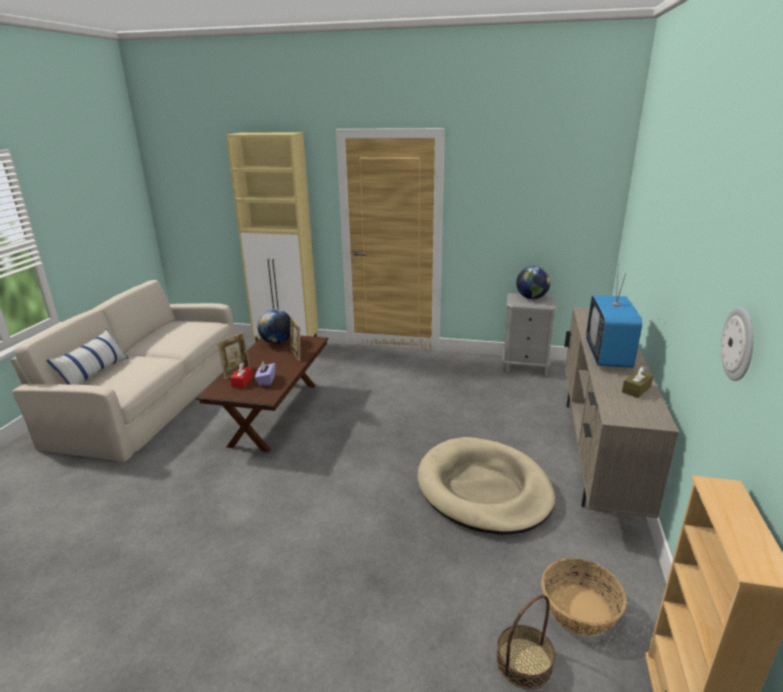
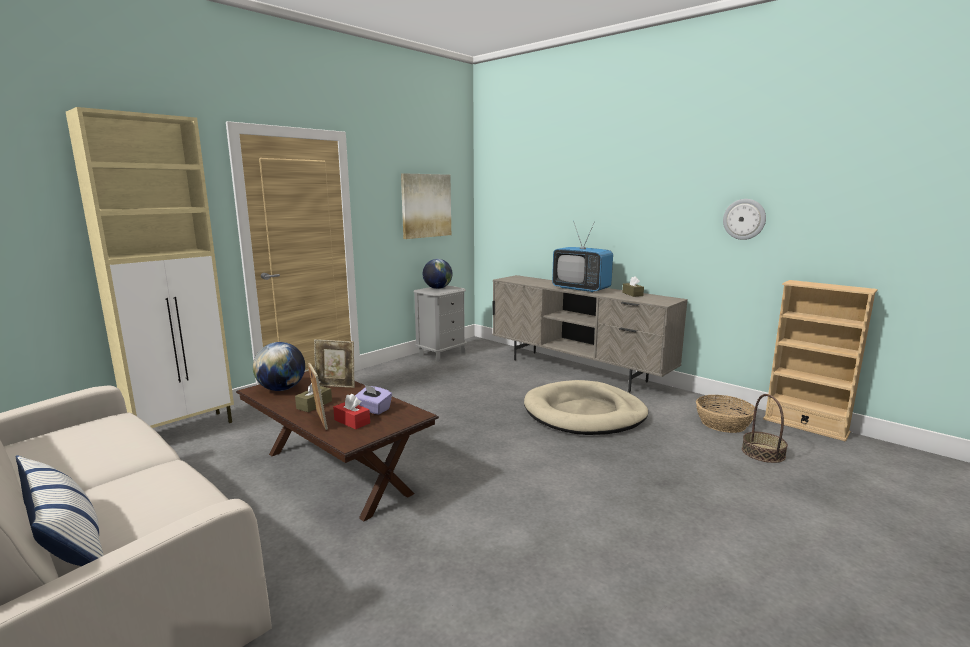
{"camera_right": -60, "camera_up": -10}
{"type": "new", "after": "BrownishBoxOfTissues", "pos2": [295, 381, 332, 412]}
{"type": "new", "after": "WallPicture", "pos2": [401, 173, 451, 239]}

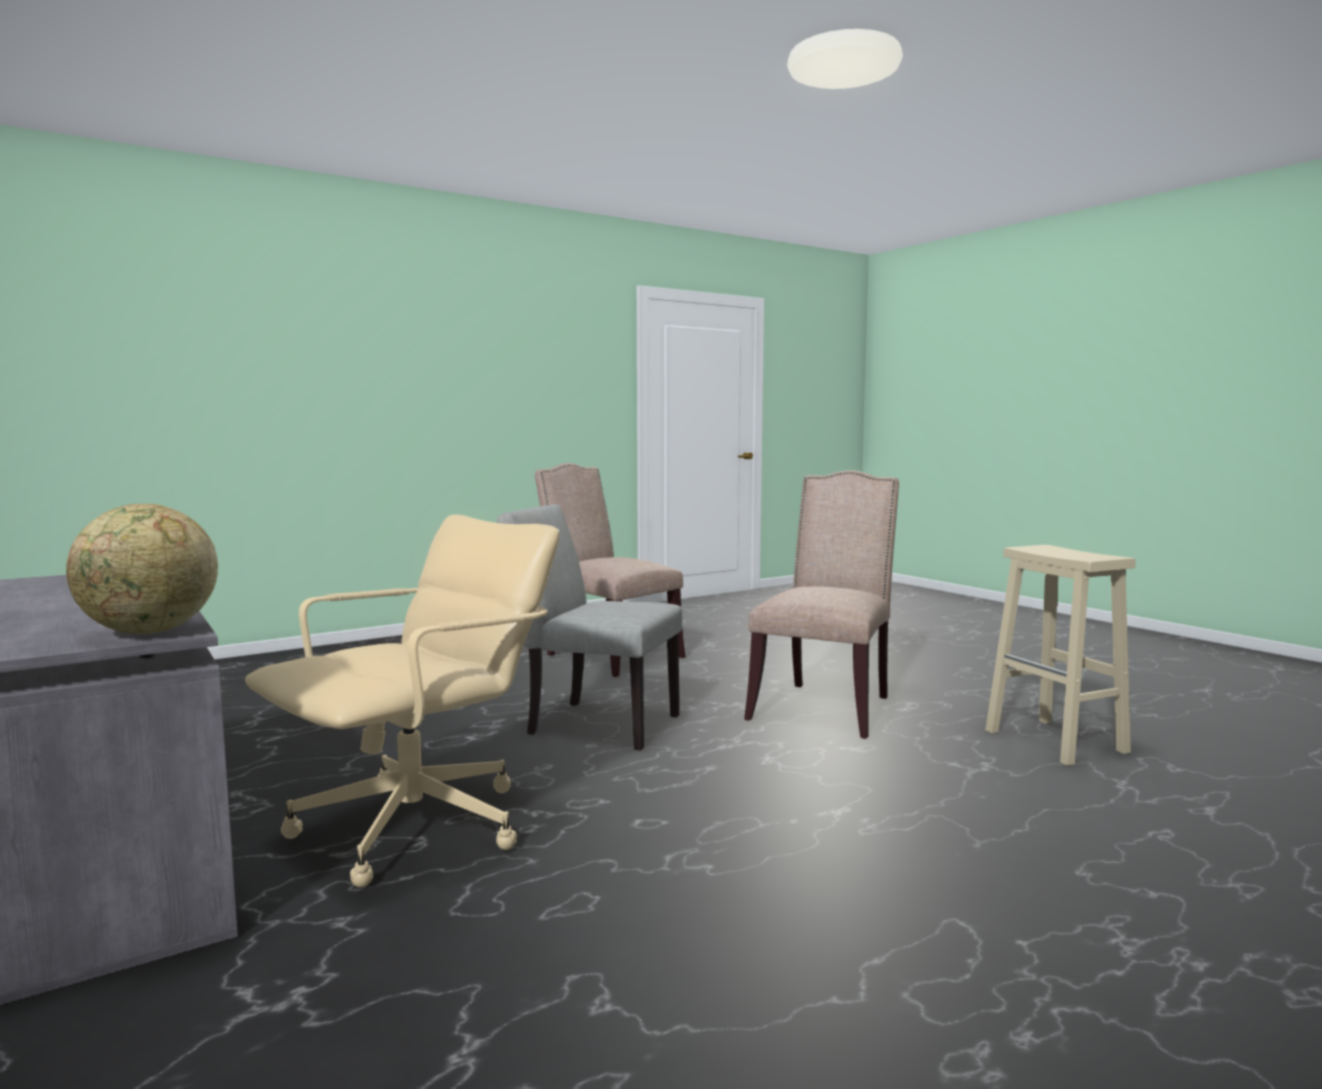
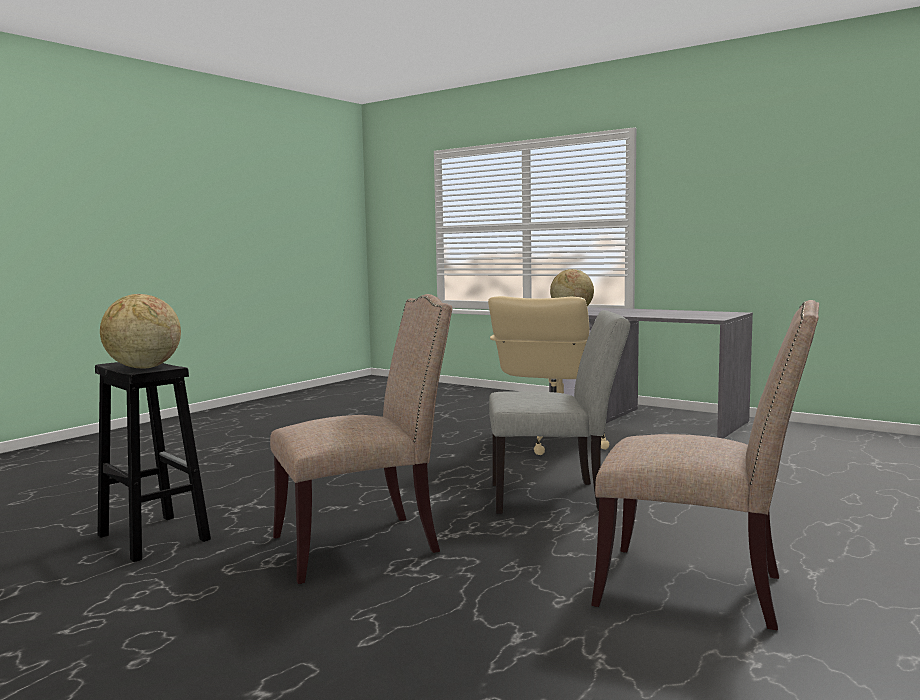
{"camera_right": 160, "camera_up": 0}
{"type": "repainted", "before": "BeigeStoolSeat", "after": "BlackColouredStoolSeat", "pos1": [985, 545, 1136, 766], "pos2": [95, 362, 211, 562]}
{"type": "new", "after": "WorldGlobe", "pos2": [100, 294, 181, 368]}
{"type": "rotated", "before": "BeigeChair", "pos1": [744, 470, 899, 739], "pos2": [270, 294, 452, 584], "turn": -120}

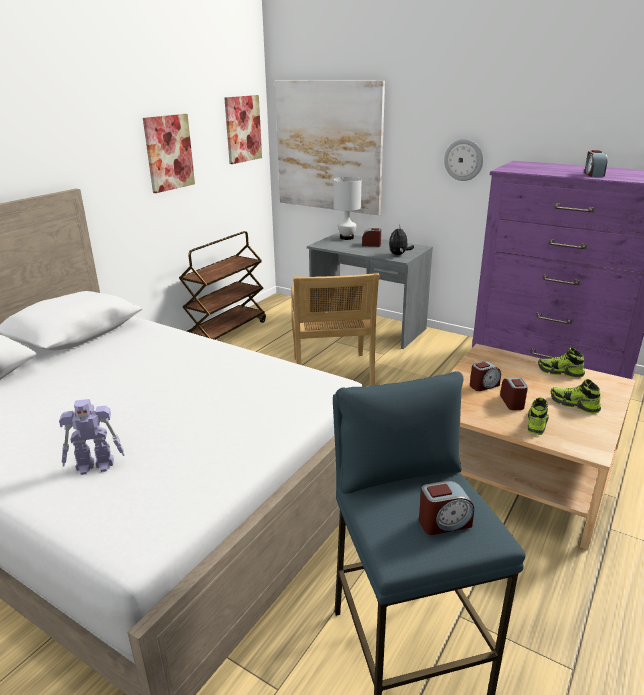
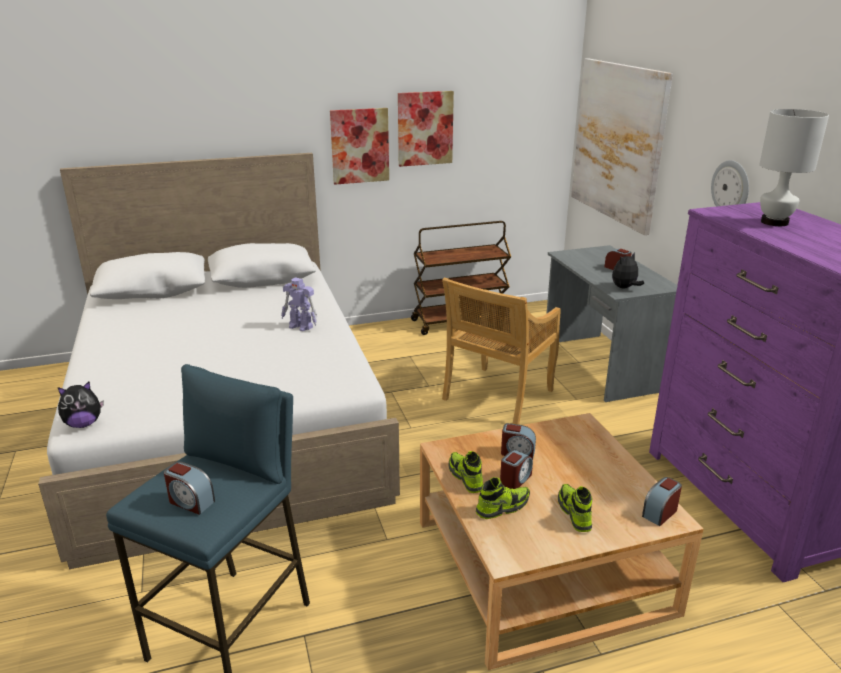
{"camera_right": 40, "camera_up": 0}
{"type": "new", "after": "PlushToy", "pos2": [58, 382, 104, 428]}
{"type": "shifted", "before": "RobotFigure", "pos1": [59, 399, 125, 475], "pos2": [281, 277, 317, 331]}
{"type": "shifted", "before": "WallPicture", "pos1": [224, 95, 262, 164], "pos2": [330, 108, 389, 185]}
{"type": "shifted", "before": "ItemOfFootwear", "pos1": [538, 348, 585, 378], "pos2": [448, 451, 483, 493]}
{"type": "shifted", "before": "TableClock", "pos1": [584, 150, 607, 177], "pos2": [642, 477, 682, 526]}
{"type": "shifted", "before": "WhiteTableLamp", "pos1": [333, 177, 362, 240], "pos2": [759, 109, 829, 226]}

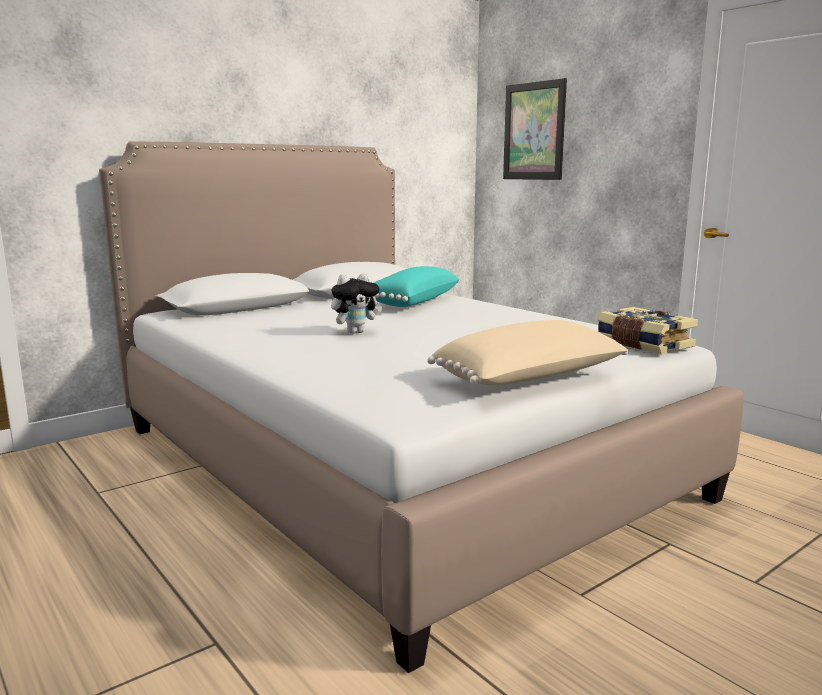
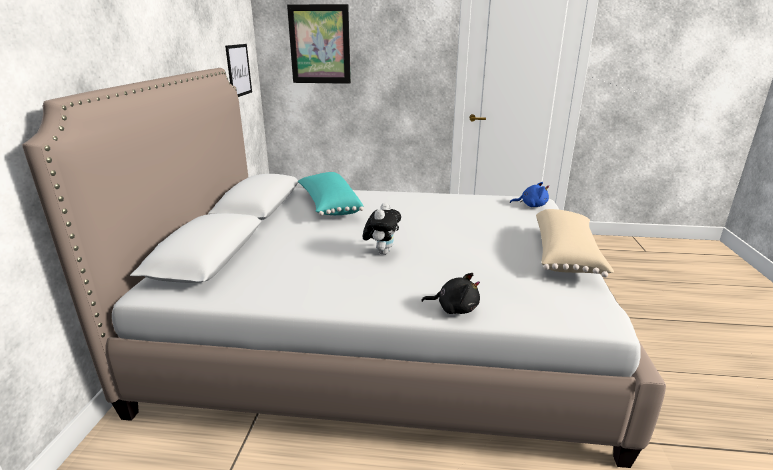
{"camera_right": -45, "camera_up": 10}
{"type": "new", "after": "WallPicture", "pos2": [225, 44, 252, 97]}
{"type": "new", "after": "BlackColouredPlushToy", "pos2": [421, 273, 480, 314]}
{"type": "swapped", "before": "BoundBook", "after": "BlueColouredPlushToy", "pos1": [597, 307, 698, 354], "pos2": [510, 182, 549, 207]}

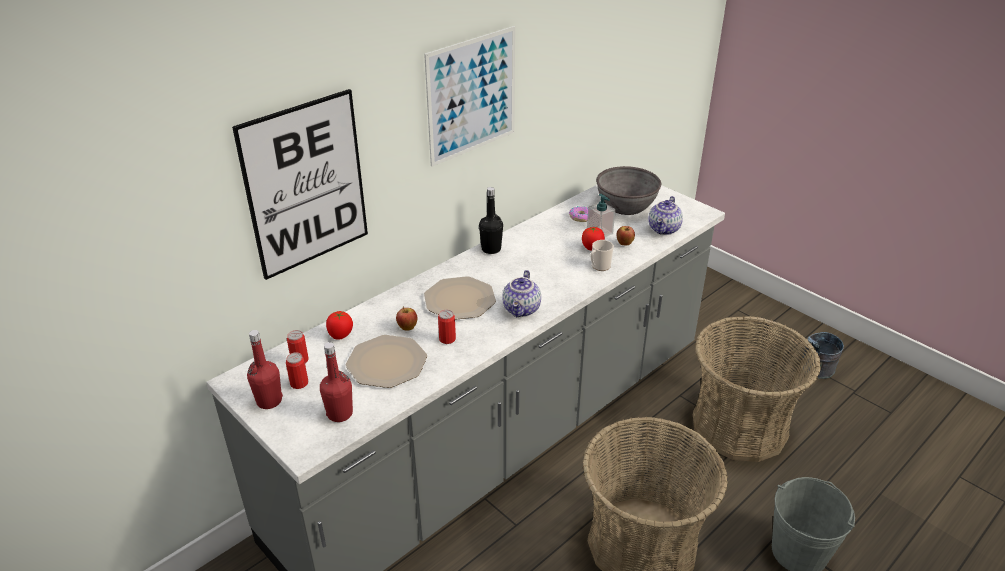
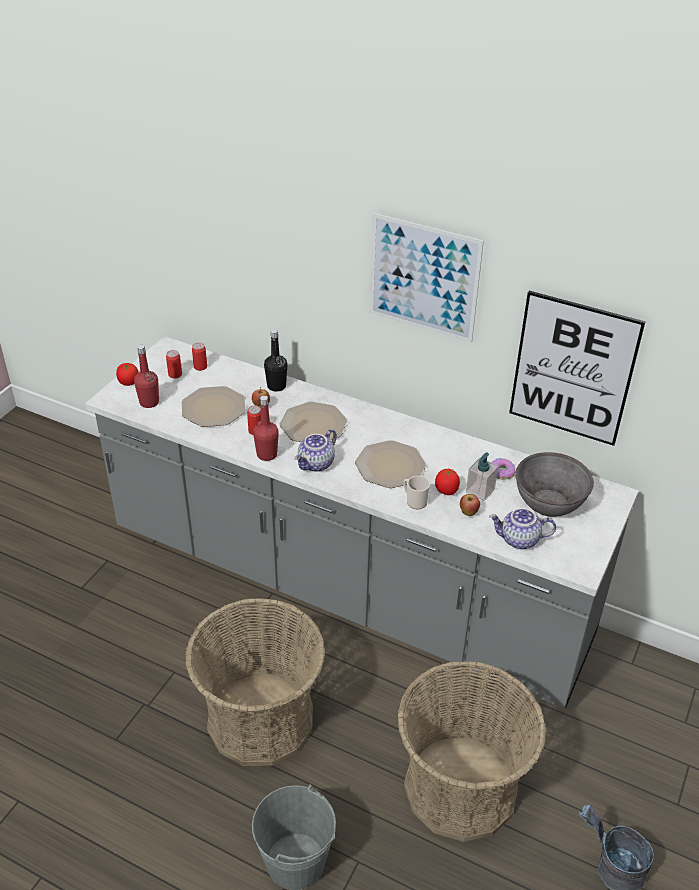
{"camera_right": 70, "camera_up": 5}
{"type": "shifted", "before": "WholeTomato", "pos1": [326, 311, 353, 340], "pos2": [116, 363, 139, 386]}
{"type": "shifted", "before": "ReddishBottle", "pos1": [247, 330, 283, 409], "pos2": [253, 396, 279, 461]}
{"type": "shifted", "before": "BlackColouredBottle", "pos1": [479, 187, 503, 254], "pos2": [264, 329, 287, 392]}
{"type": "rotated", "before": "Teapot", "pos1": [502, 270, 541, 317], "pos2": [295, 429, 337, 472], "turn": -45}
{"type": "new", "after": "Plate", "pos2": [355, 440, 426, 488]}
{"type": "shifted", "before": "WallPicture", "pos1": [232, 89, 368, 280], "pos2": [509, 291, 646, 446]}

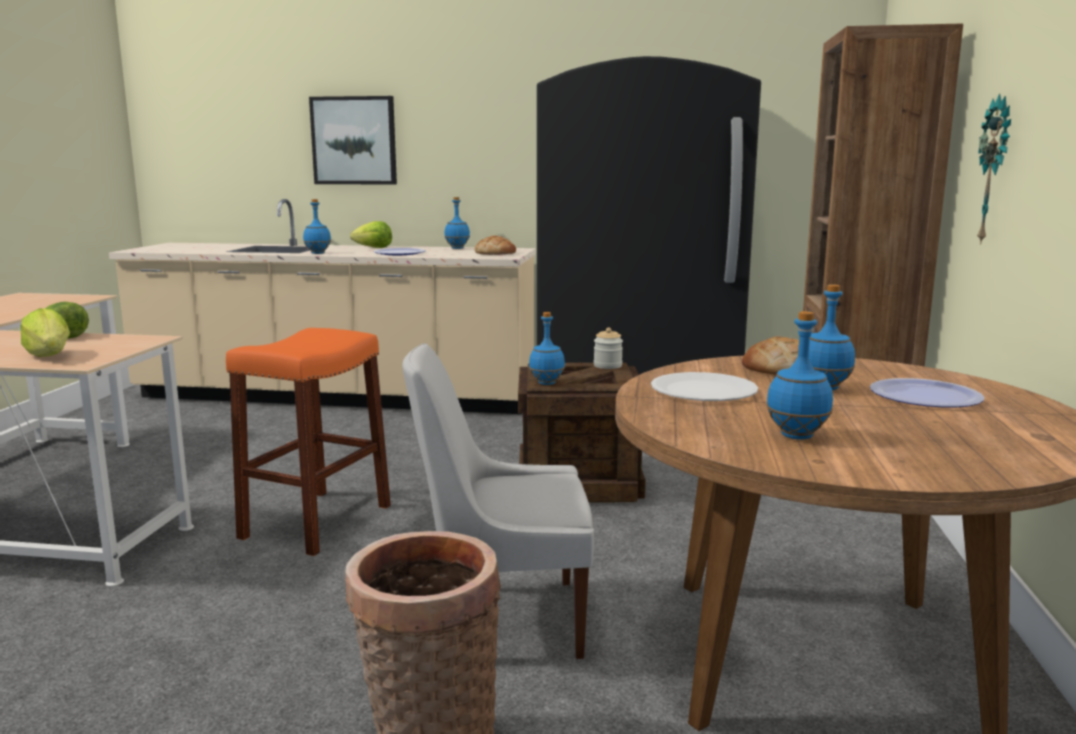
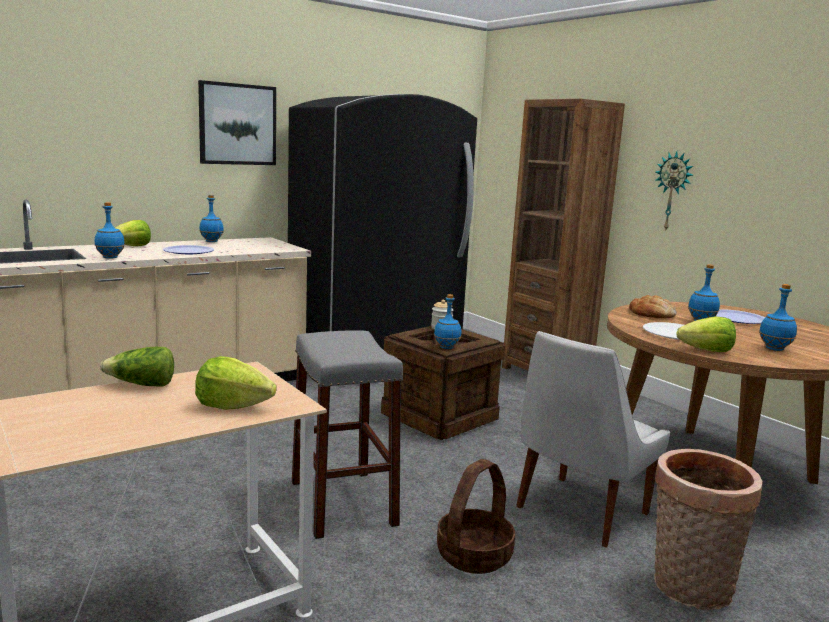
{"camera_right": -45, "camera_up": 0}
{"type": "shifted", "before": "WallPicture", "pos1": [309, 96, 397, 185], "pos2": [198, 80, 276, 165]}
{"type": "repainted", "before": "OrangeColouredStoolSeat", "after": "GreyStoolSeat", "pos1": [226, 328, 391, 556], "pos2": [292, 331, 403, 539]}
{"type": "new", "after": "HouseholdBasket", "pos2": [437, 459, 515, 574]}
{"type": "new", "after": "LettuceHead", "pos2": [676, 317, 736, 352]}
{"type": "gone", "before": "BakedBread", "pos1": [475, 236, 516, 255]}

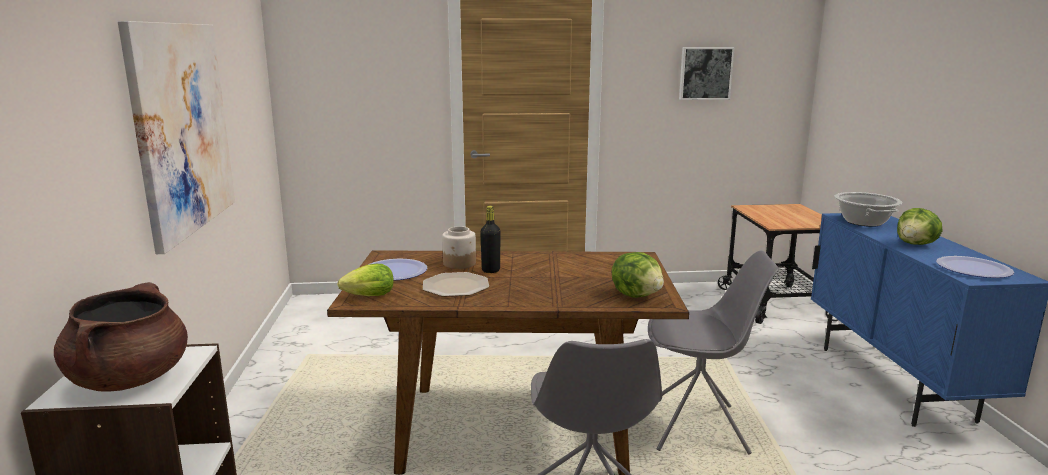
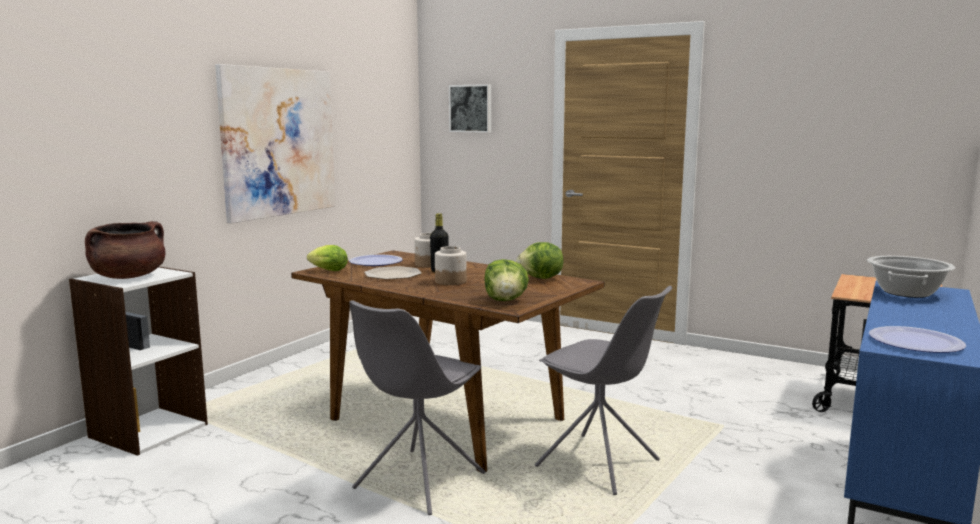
{"camera_right": 35, "camera_up": -5}
{"type": "new", "after": "PreserveJar", "pos2": [435, 246, 467, 285]}
{"type": "shifted", "before": "WallPicture", "pos1": [679, 47, 735, 100], "pos2": [449, 84, 491, 133]}
{"type": "shifted", "before": "LettuceHead", "pos1": [897, 208, 943, 245], "pos2": [516, 242, 564, 279]}

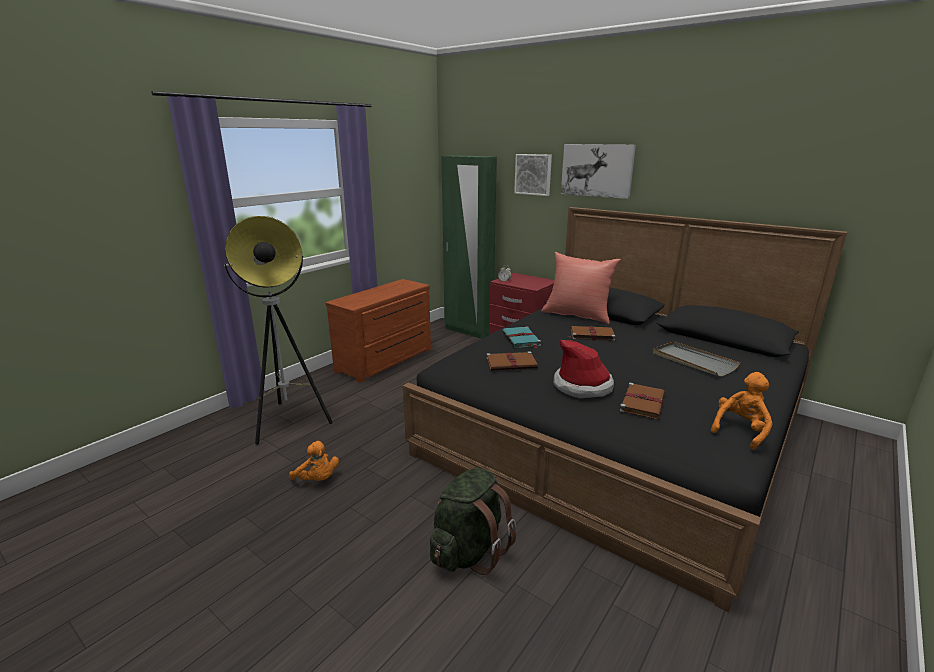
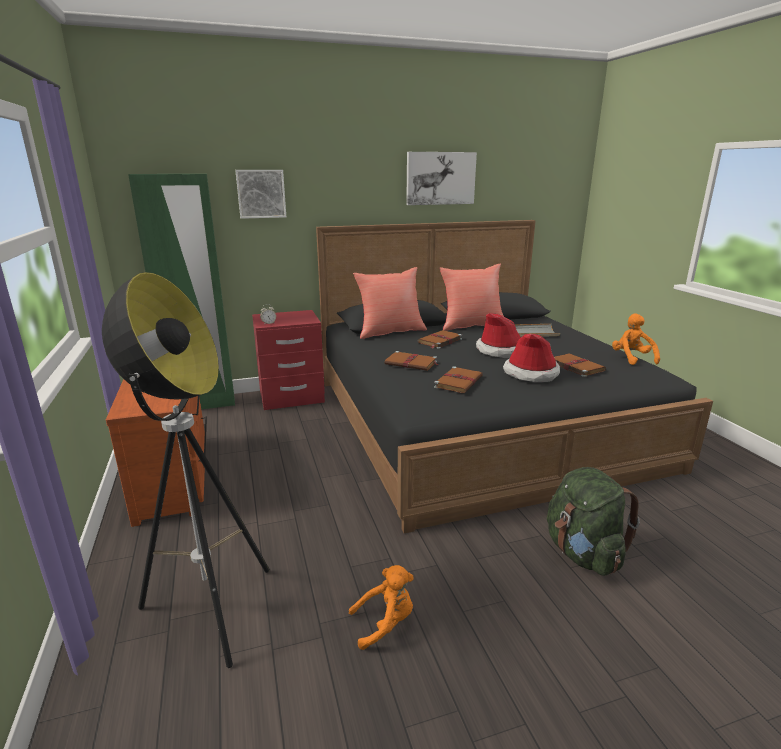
{"camera_right": -55, "camera_up": 0}
{"type": "repainted", "before": "BlueGreenBoundBook", "after": "BrownishBoundBook", "pos1": [502, 326, 541, 348], "pos2": [384, 351, 438, 371]}
{"type": "shifted", "before": "WallPicture", "pos1": [561, 144, 636, 199], "pos2": [406, 152, 477, 205]}
{"type": "new", "after": "ReddishPillow", "pos2": [439, 264, 503, 331]}
{"type": "new", "after": "Hat", "pos2": [476, 313, 521, 358]}

